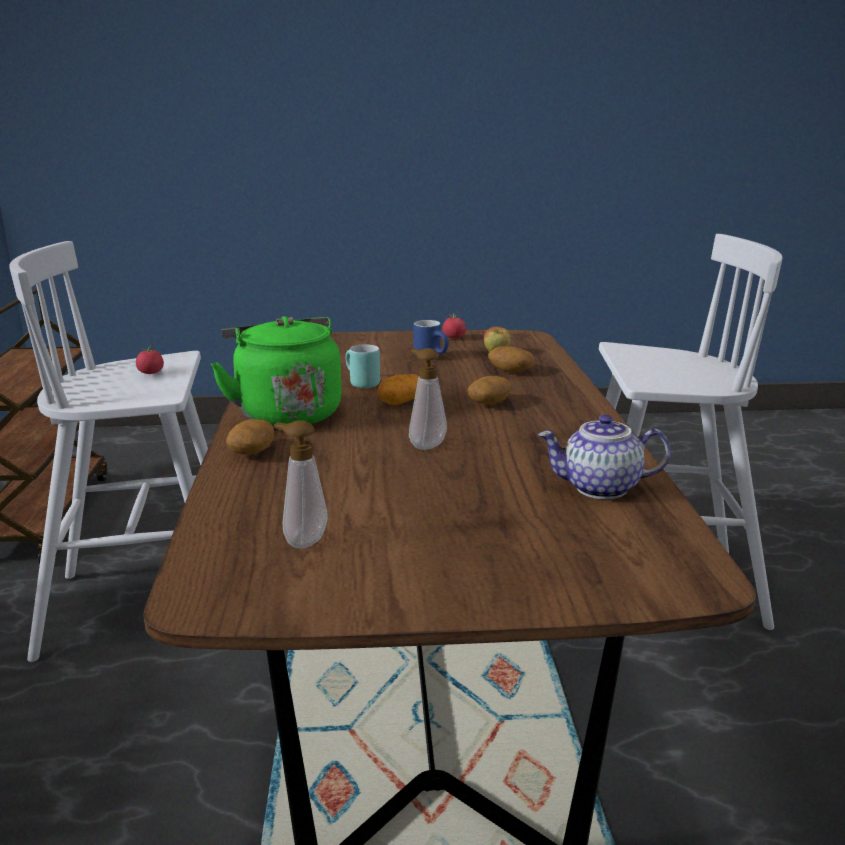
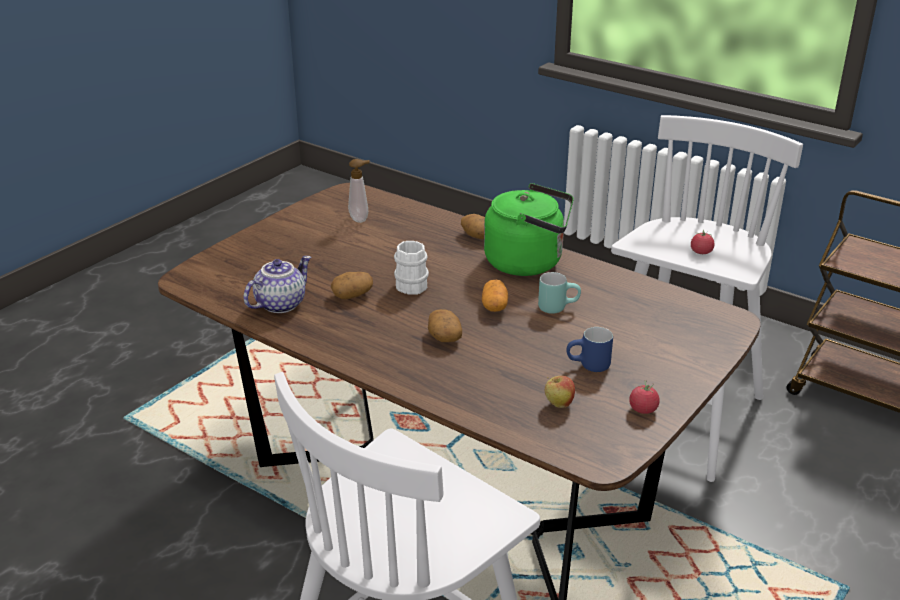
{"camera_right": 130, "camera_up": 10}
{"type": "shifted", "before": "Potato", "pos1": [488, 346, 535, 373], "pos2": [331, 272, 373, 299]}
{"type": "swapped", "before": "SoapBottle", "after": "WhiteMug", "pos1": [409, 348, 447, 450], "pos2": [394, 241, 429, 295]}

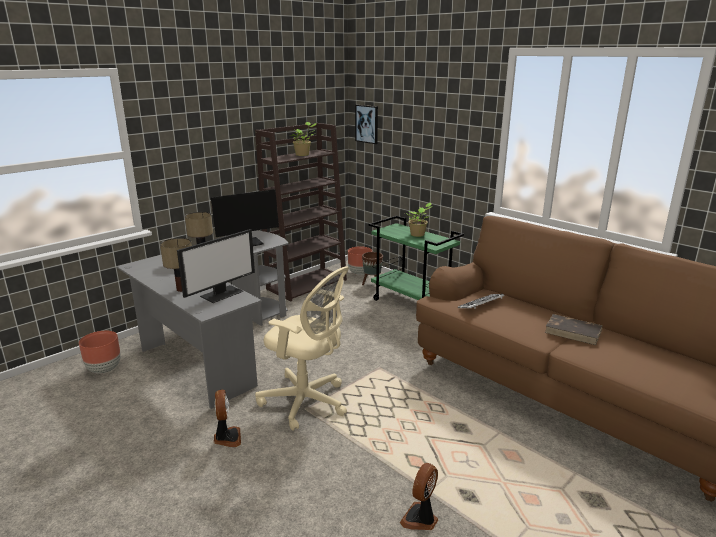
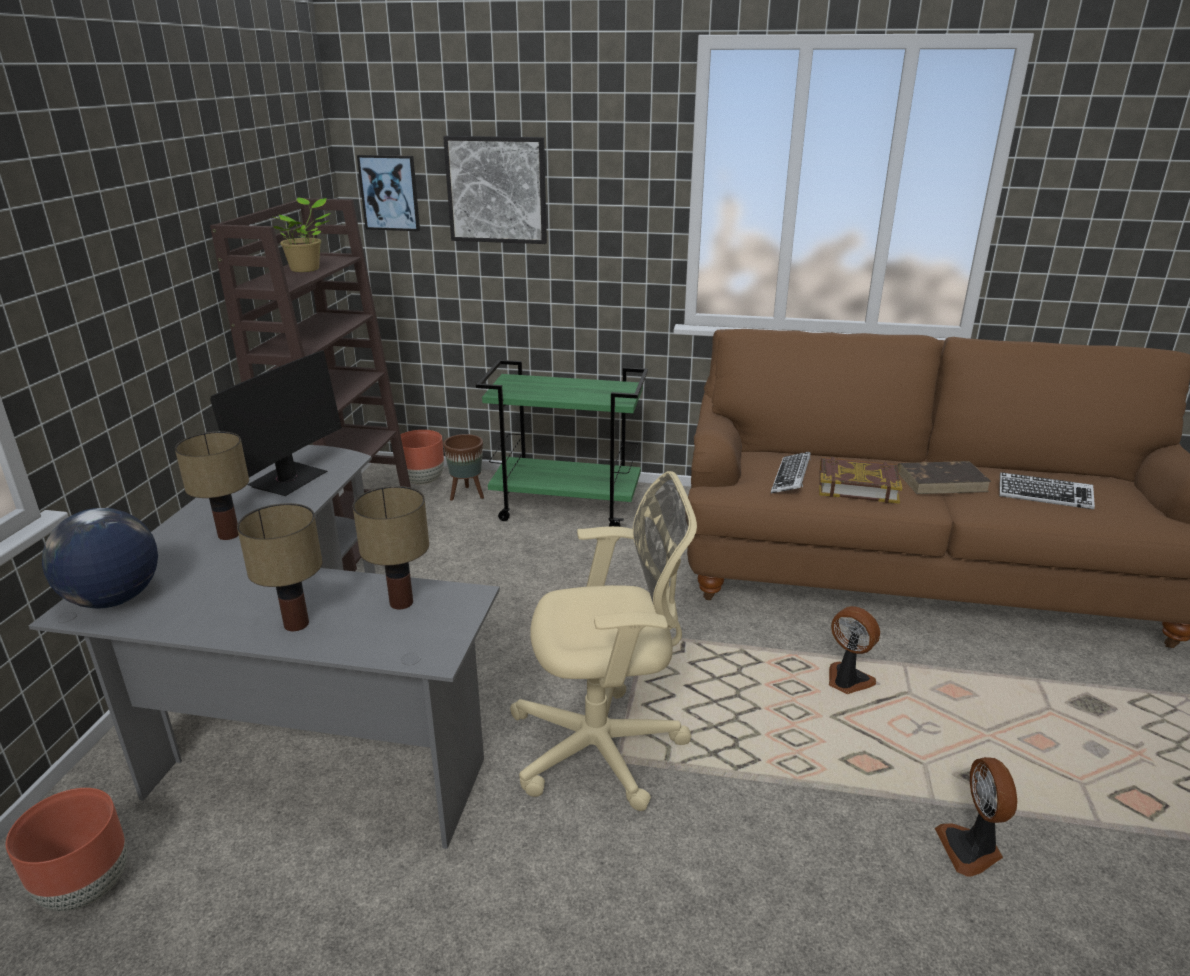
{"camera_right": -35, "camera_up": 5}
{"type": "new", "after": "WorldGlobe", "pos2": [42, 508, 158, 609]}
{"type": "swapped", "before": "Monitor", "after": "TableLamp", "pos1": [177, 229, 255, 303], "pos2": [353, 486, 429, 609]}
{"type": "new", "after": "WallPicture", "pos2": [443, 136, 547, 244]}
{"type": "new", "after": "BoundBook", "pos2": [819, 457, 902, 504]}
{"type": "shifted", "before": "Fan", "pos1": [214, 390, 241, 447], "pos2": [829, 606, 880, 694]}
{"type": "new", "after": "ComputerKeyboard", "pos2": [999, 472, 1095, 510]}
{"type": "gone", "before": "Houseplant", "pos1": [405, 203, 433, 237]}

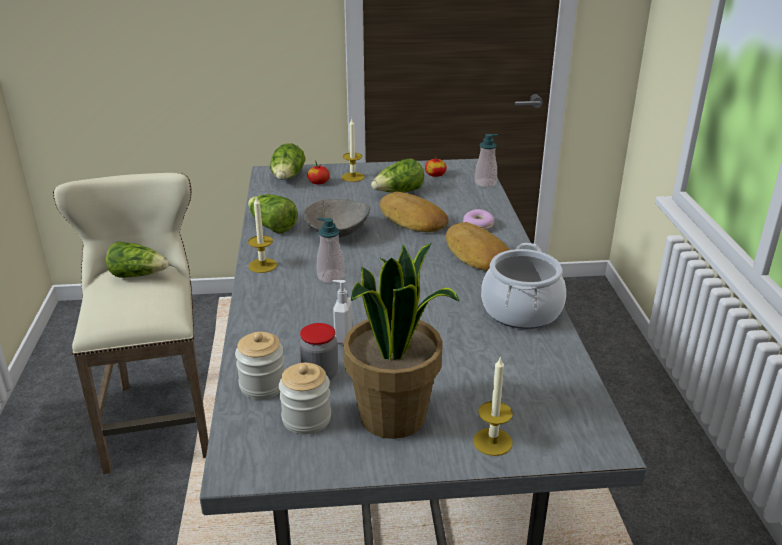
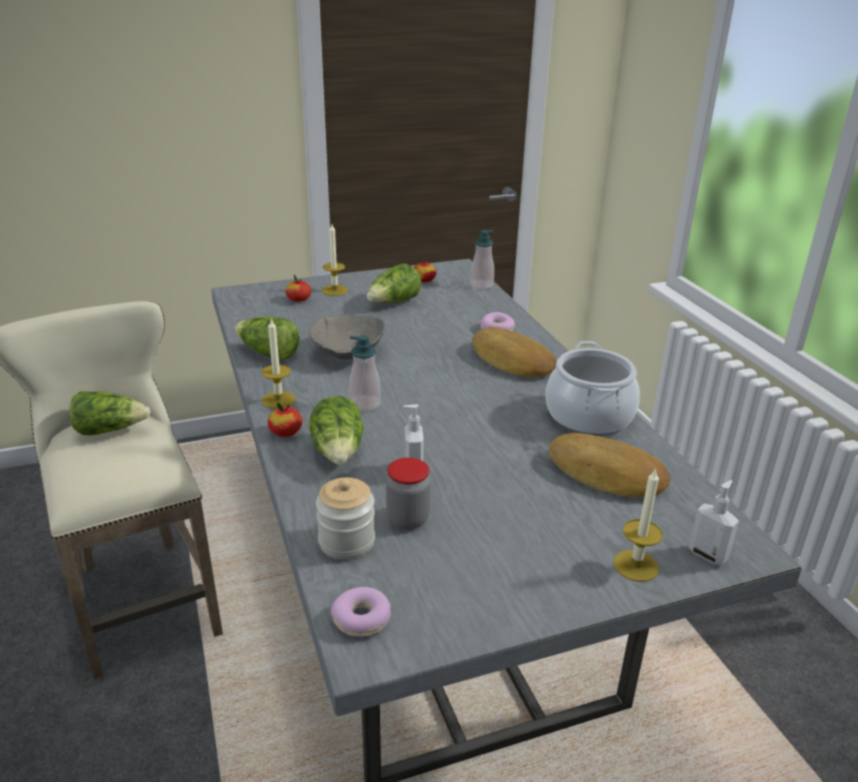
{"camera_right": -15, "camera_up": 0}
{"type": "new", "after": "AppleFruit", "pos2": [268, 402, 302, 437]}
{"type": "shifted", "before": "LettuceHead", "pos1": [270, 143, 305, 180], "pos2": [309, 396, 363, 465]}
{"type": "new", "after": "Doughnut", "pos2": [331, 587, 391, 637]}
{"type": "shifted", "before": "BakedBread", "pos1": [380, 192, 449, 232], "pos2": [549, 433, 670, 498]}
{"type": "new", "after": "SoapBottle", "pos2": [689, 480, 739, 566]}
{"type": "gone", "before": "PreserveJar", "pos1": [279, 363, 331, 434]}
{"type": "gone", "before": "Houseplant", "pos1": [343, 243, 460, 439]}

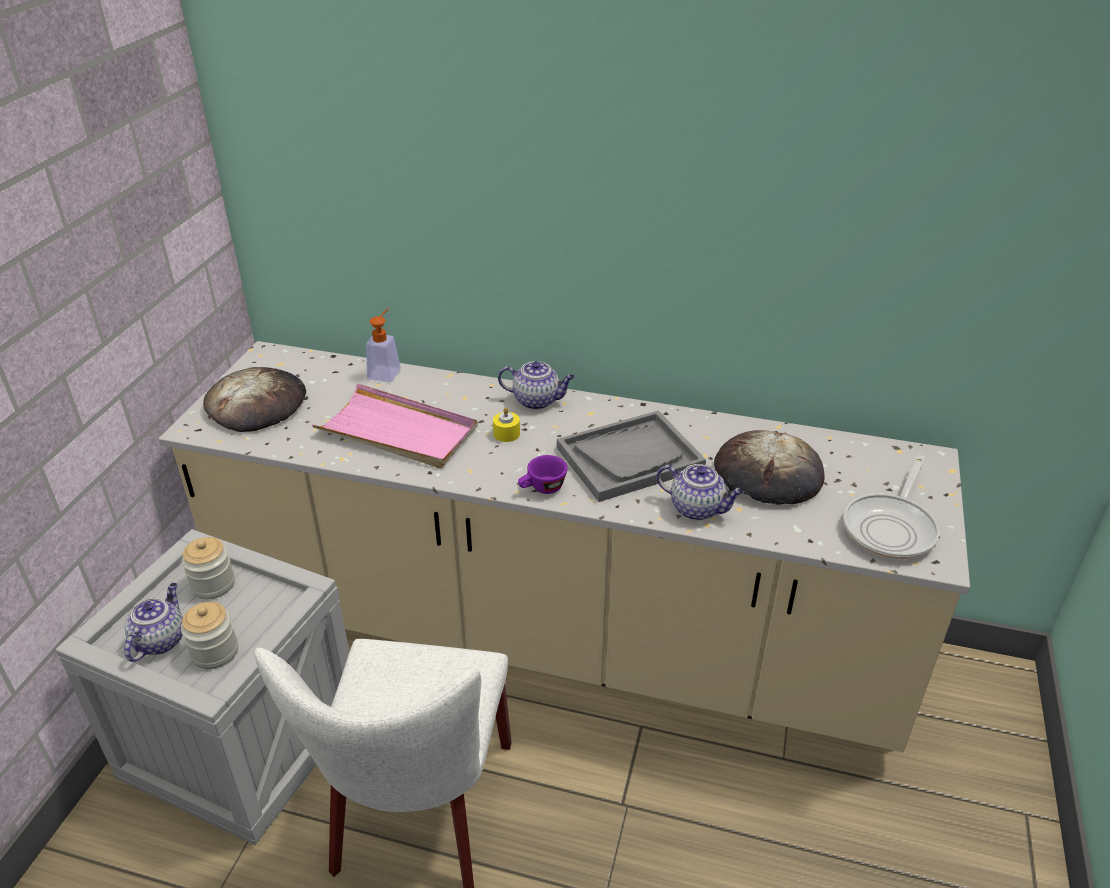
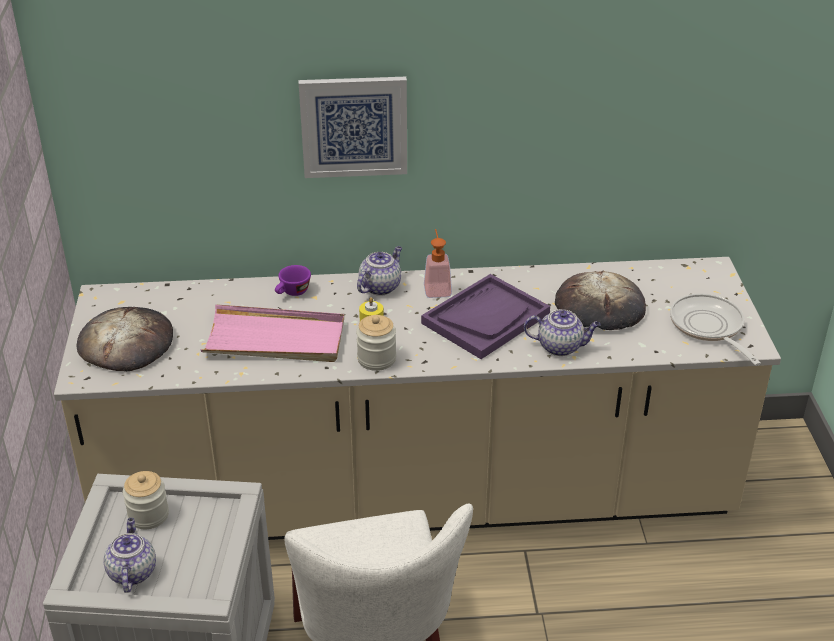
{"camera_right": -20, "camera_up": 0}
{"type": "shifted", "before": "PurpleColouredCup", "pos1": [518, 455, 568, 494], "pos2": [275, 265, 311, 296]}
{"type": "new", "after": "WallPicture", "pos2": [299, 77, 407, 178]}
{"type": "shifted", "before": "PreserveJar", "pos1": [181, 602, 238, 669], "pos2": [356, 315, 396, 371]}
{"type": "rotated", "before": "Teapot", "pos1": [498, 361, 575, 410], "pos2": [357, 246, 402, 296], "turn": -45}
{"type": "repainted", "before": "GreyServingTray", "after": "PurpleColouredServingTray", "pos1": [557, 411, 706, 502], "pos2": [421, 274, 550, 359]}
{"type": "shifted", "before": "SoapBottle", "pos1": [366, 309, 401, 382], "pos2": [424, 229, 452, 298]}
{"type": "rotated", "before": "Pan", "pos1": [843, 455, 940, 560], "pos2": [670, 293, 761, 365], "turn": 150}

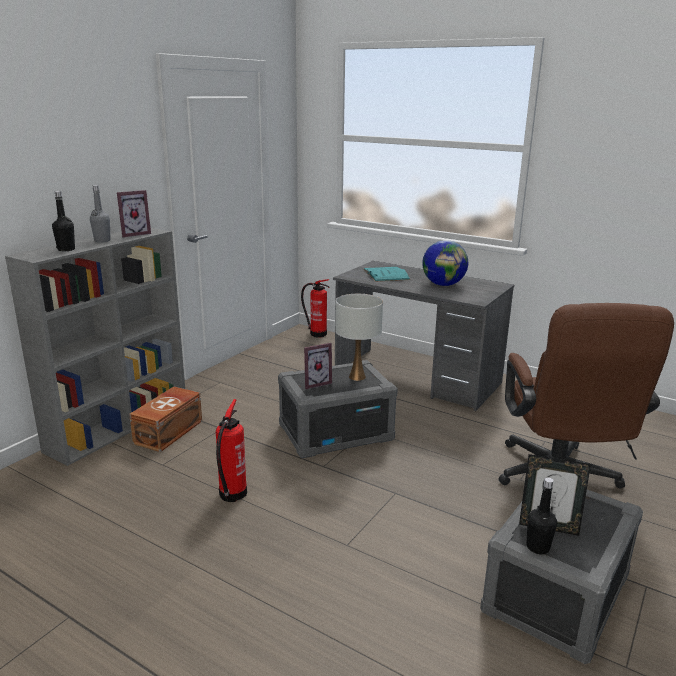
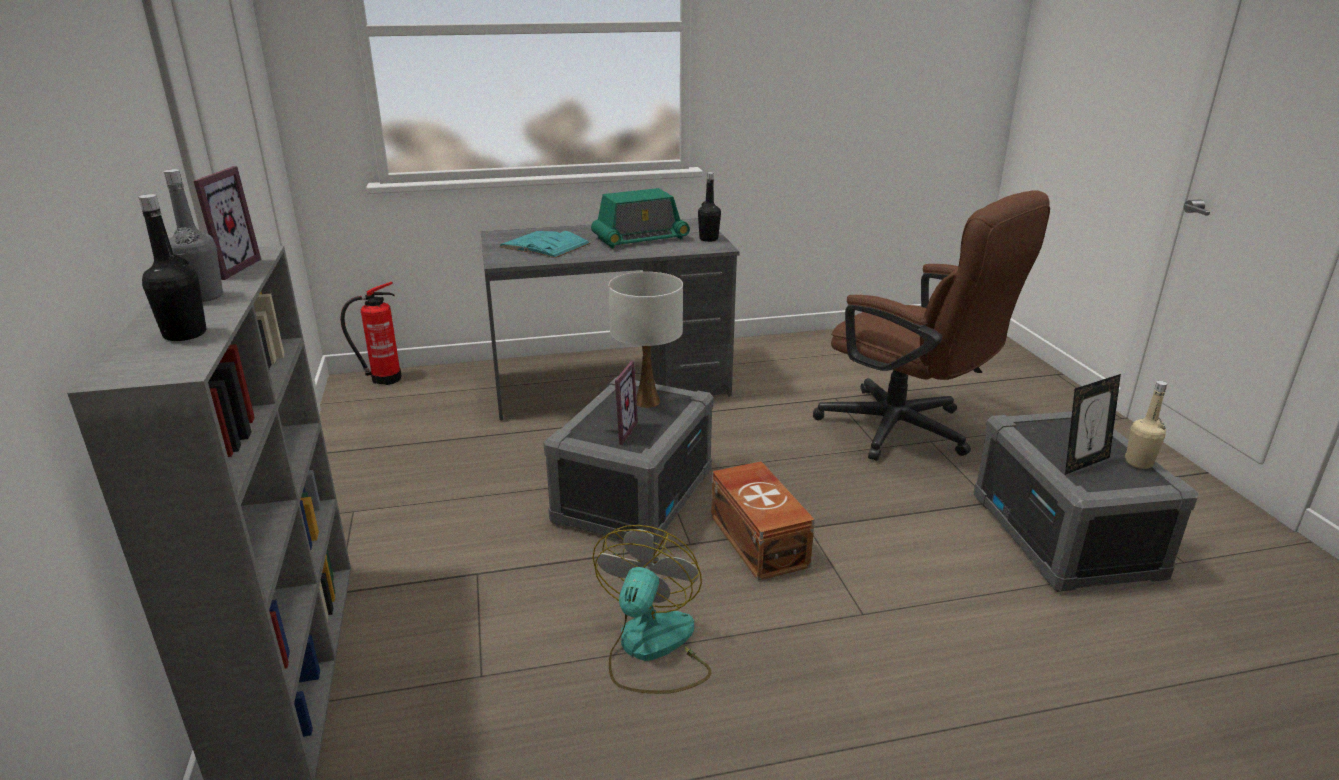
{"camera_right": -45, "camera_up": 5}
{"type": "swapped", "before": "WorldGlobe", "after": "RadioReceiver", "pos1": [422, 240, 468, 286], "pos2": [591, 188, 690, 249]}
{"type": "swapped", "before": "FireExtinguisher", "after": "Fan", "pos1": [216, 399, 247, 502], "pos2": [593, 525, 711, 694]}
{"type": "shifted", "before": "BlackColouredBottle", "pos1": [526, 477, 557, 555], "pos2": [698, 172, 721, 242]}
{"type": "shifted", "before": "BrownishStorageBin", "pos1": [129, 386, 202, 452], "pos2": [711, 461, 815, 581]}
{"type": "new", "after": "BeigeBottle", "pos2": [1125, 381, 1167, 469]}

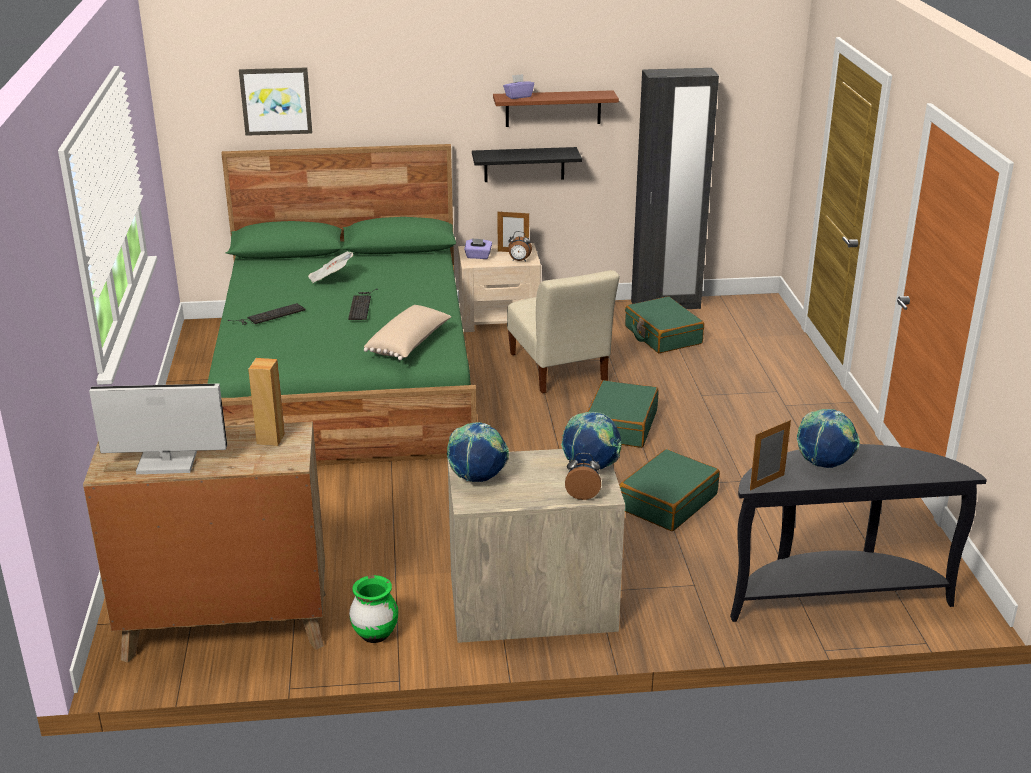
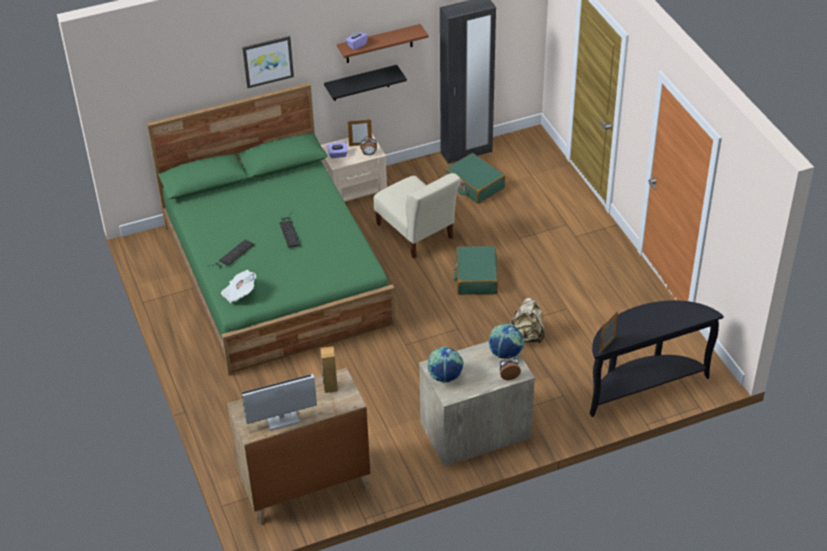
{"camera_right": -15, "camera_up": 15}
{"type": "shifted", "before": "PrintedPaper", "pos1": [308, 251, 353, 283], "pos2": [221, 270, 256, 303]}
{"type": "shifted", "before": "WallPicture", "pos1": [239, 67, 312, 136], "pos2": [242, 36, 294, 88]}
{"type": "swapped", "before": "GreenPieceOfLuggage", "after": "BeigeRucksack", "pos1": [619, 449, 720, 531], "pos2": [509, 298, 545, 343]}
{"type": "gone", "before": "GreenDecorativeVase", "pos1": [349, 575, 398, 643]}
{"type": "gone", "before": "BeigePillow", "pos1": [364, 305, 451, 360]}
{"type": "gone", "before": "WorldGlobe", "pos1": [797, 409, 860, 468]}

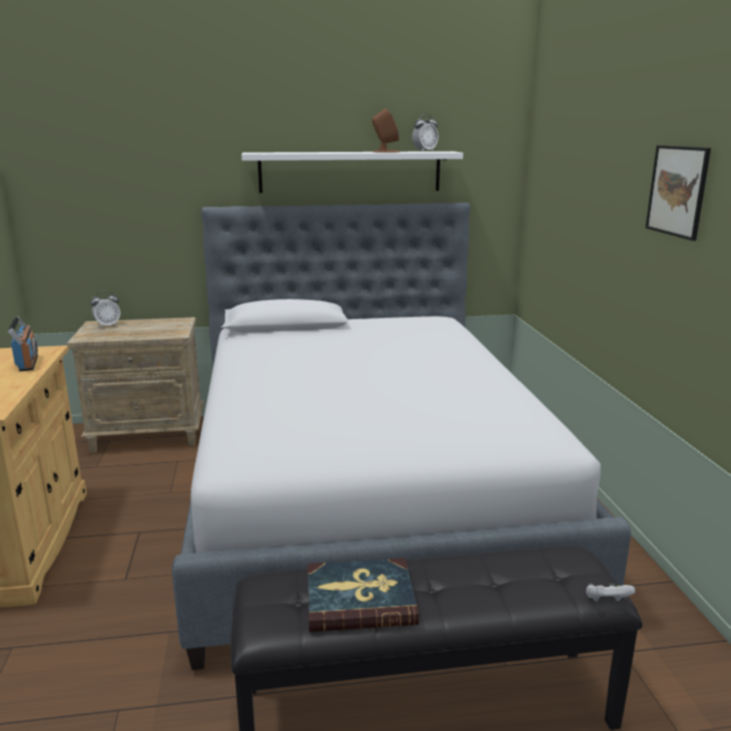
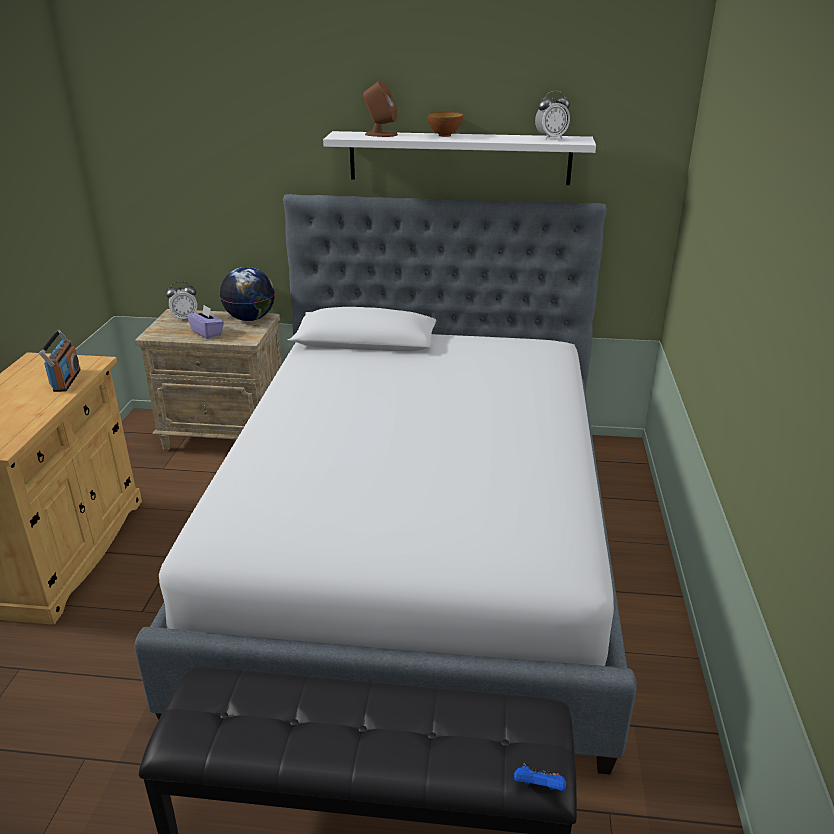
{"camera_right": 15, "camera_up": 10}
{"type": "new", "after": "PurpleColouredBoxOfTissues", "pos2": [187, 305, 224, 339]}
{"type": "new", "after": "WorldGlobe", "pos2": [220, 267, 275, 321]}
{"type": "shifted", "before": "BrownishAudioSpeaker", "pos1": [372, 108, 400, 152], "pos2": [363, 81, 398, 137]}
{"type": "new", "after": "DeepDish", "pos2": [427, 112, 463, 137]}
{"type": "repainted", "before": "WhiteGameController", "after": "BlueColouredGameController", "pos1": [586, 583, 635, 601], "pos2": [514, 763, 566, 791]}
{"type": "gone", "before": "BoundBook", "pos1": [307, 558, 419, 632]}
{"type": "gone", "before": "WallPicture", "pos1": [645, 145, 711, 241]}

